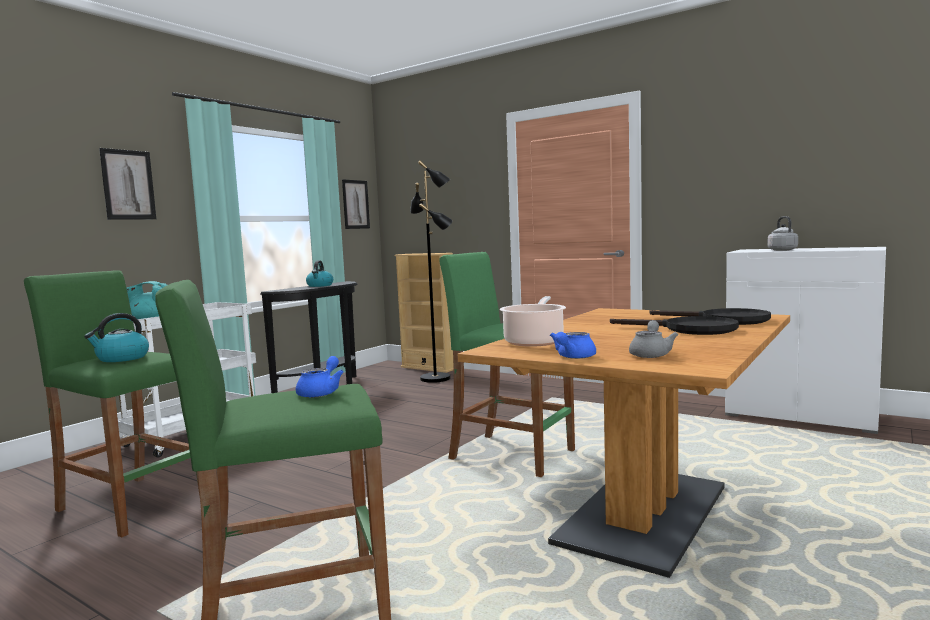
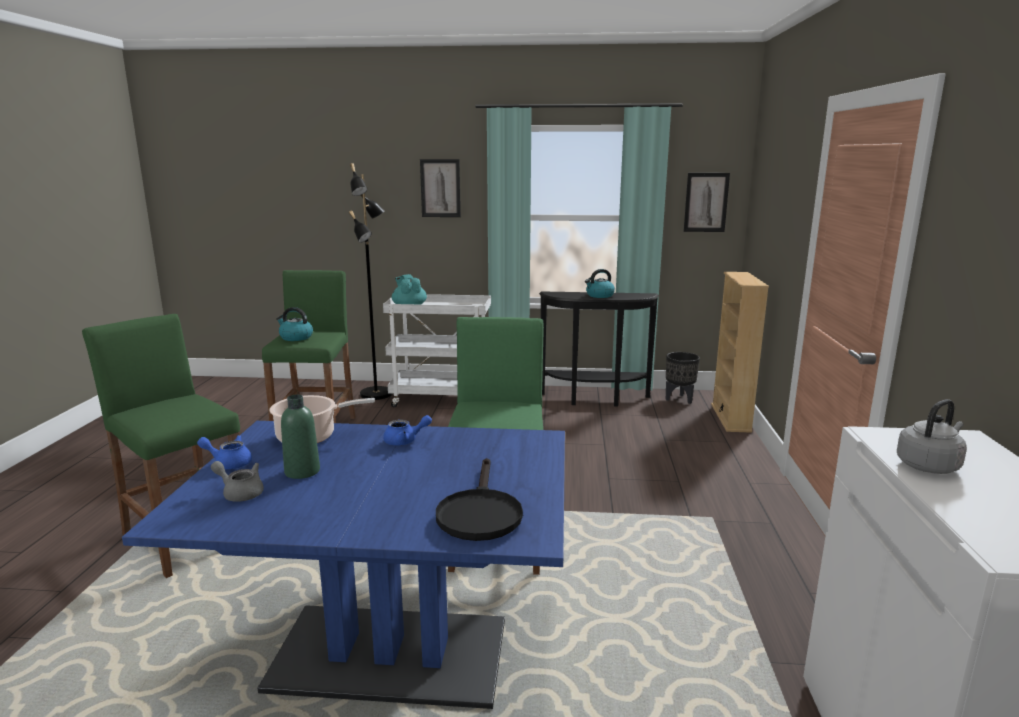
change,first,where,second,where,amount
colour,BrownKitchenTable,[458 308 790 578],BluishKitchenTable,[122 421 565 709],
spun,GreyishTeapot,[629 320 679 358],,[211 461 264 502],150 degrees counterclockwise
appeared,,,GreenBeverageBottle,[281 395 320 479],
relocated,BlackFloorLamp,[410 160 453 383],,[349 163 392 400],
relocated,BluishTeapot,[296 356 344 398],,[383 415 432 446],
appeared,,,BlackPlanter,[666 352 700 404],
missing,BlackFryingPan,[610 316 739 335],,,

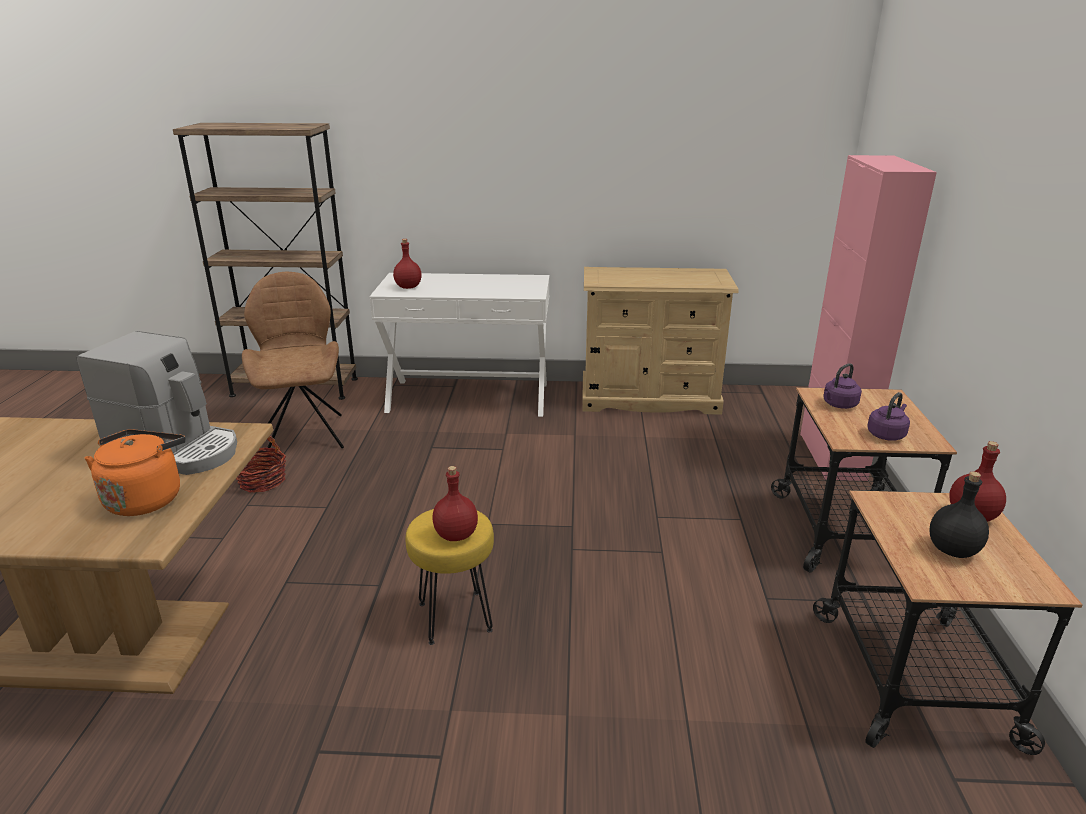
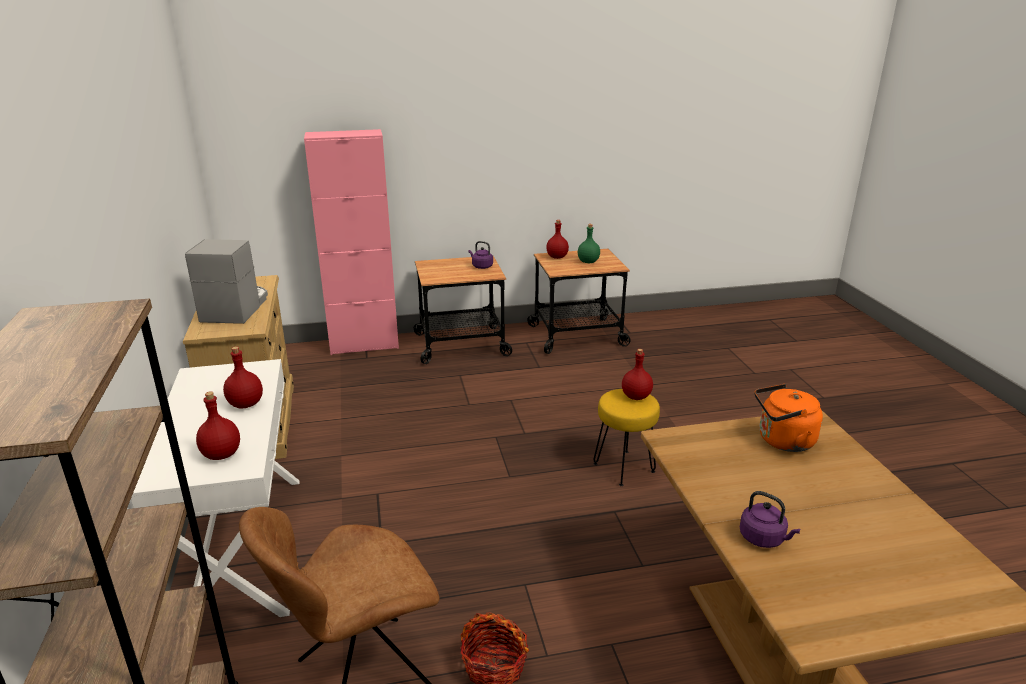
change,first,where,second,where,amount
relocated,CoffeeMaker,[76 331 237 475],,[185 239 268 324],
appeared,,,RedColouredBeverageBottle,[223 346 263 409],
colour,BlackBeverageBottle,[929 471 989 558],GreenBeverageBottle,[578 224 600 263],
relocated,PurplishTeaKettle,[823 363 862 409],,[740 491 800 548],

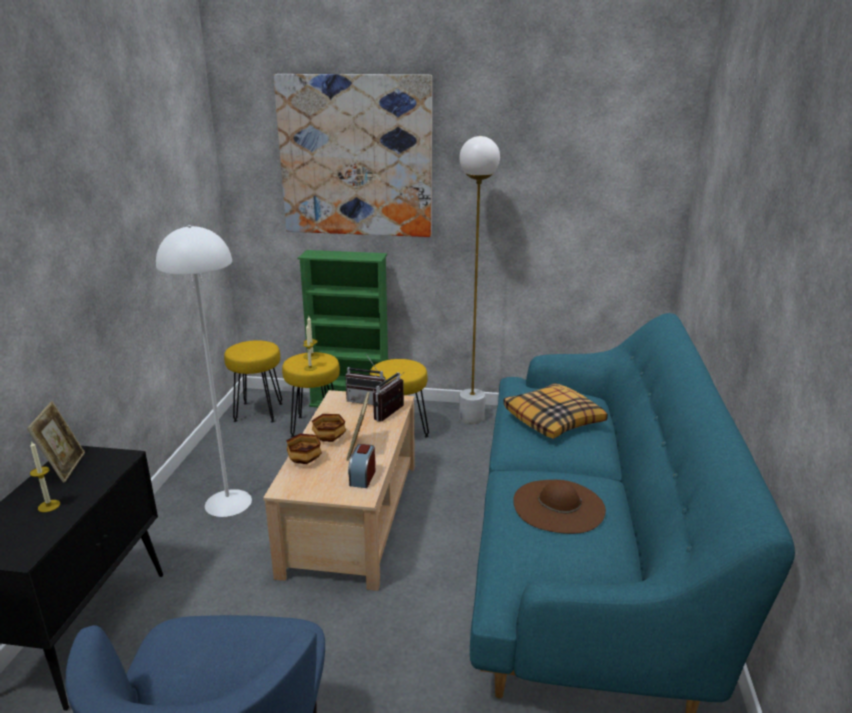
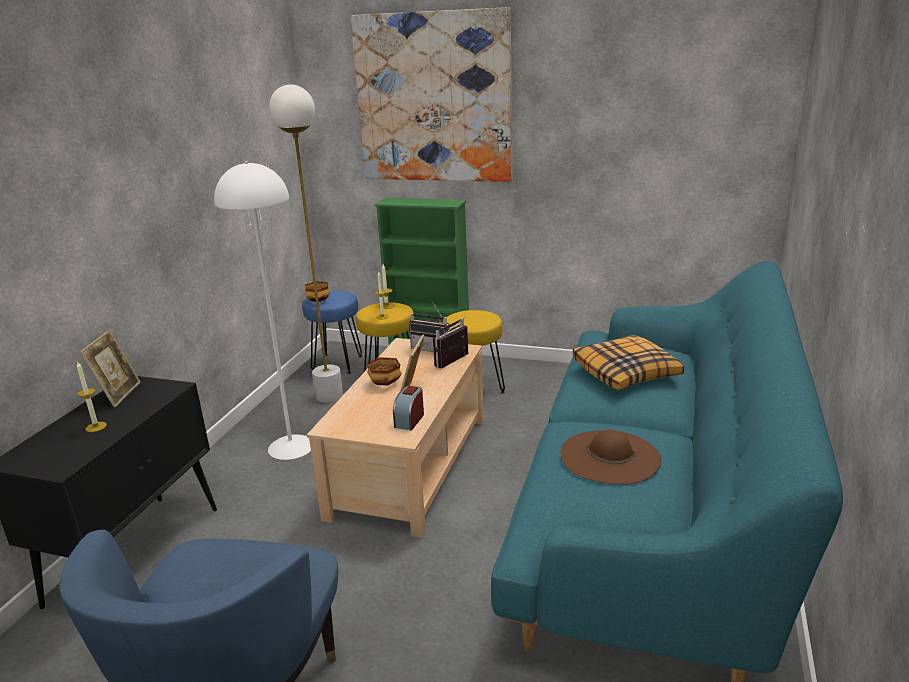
change,first,where,second,where,amount
relocated,WhiteFloorLamp,[459 136 500 424],,[269 84 343 403],
colour,YellowishStoolSeat,[224 340 283 422],BluishStoolSeat,[302 291 362 374],
relocated,ServingBowl,[286 434 322 464],,[305 281 330 302],

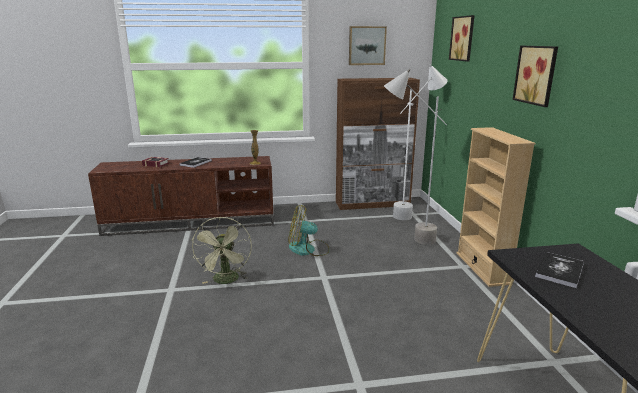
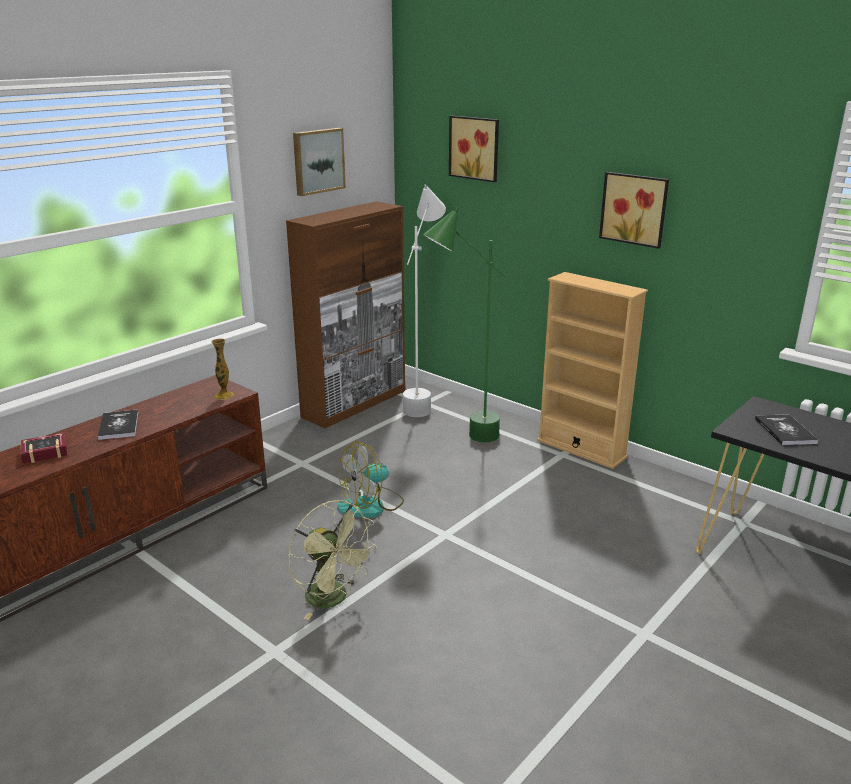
change,first,where,second,where,amount
colour,GreyishFloorLamp,[384 69 447 245],GreenFloorLamp,[423 208 505 442],

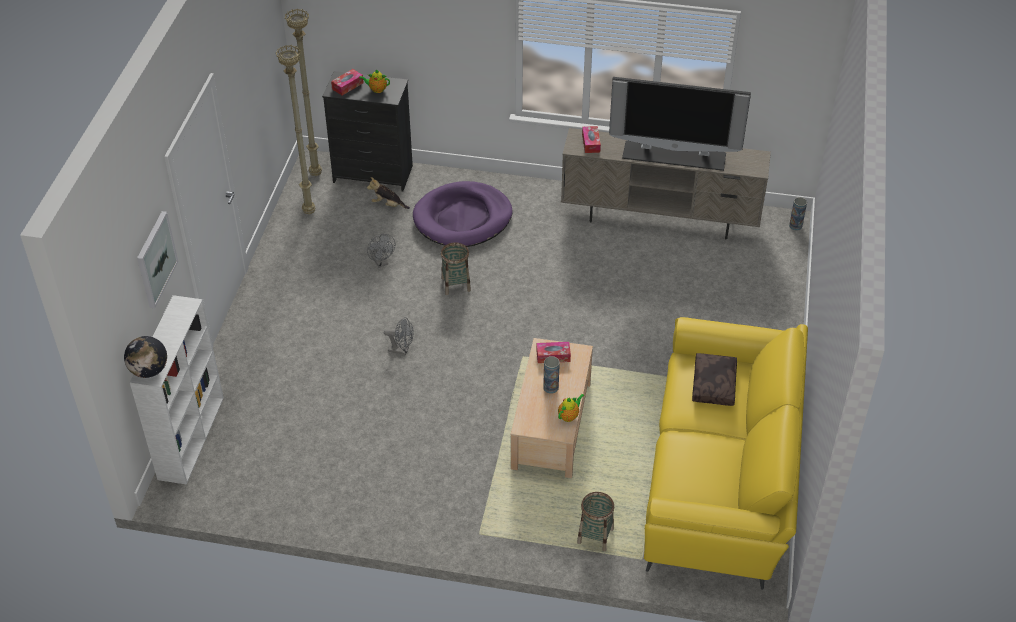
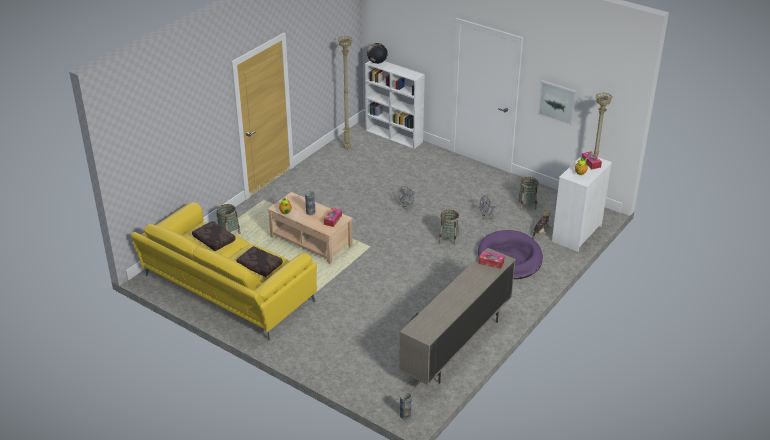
change,first,where,second,where,amount
appeared,,,BrownCushion,[192 221 236 251],
relocated,BeigeFloorLamp,[275 45 315 214],,[338 36 353 149],
appeared,,,Basket,[518 177 538 210],
relocated,WallPicture,[137 211 178 308],,[538 80 577 125],
colour,BlackDrawerChest,[322 71 413 192],WhiteDrawerChest,[552 156 612 252],
missing,Television,[609 77 751 171],,,

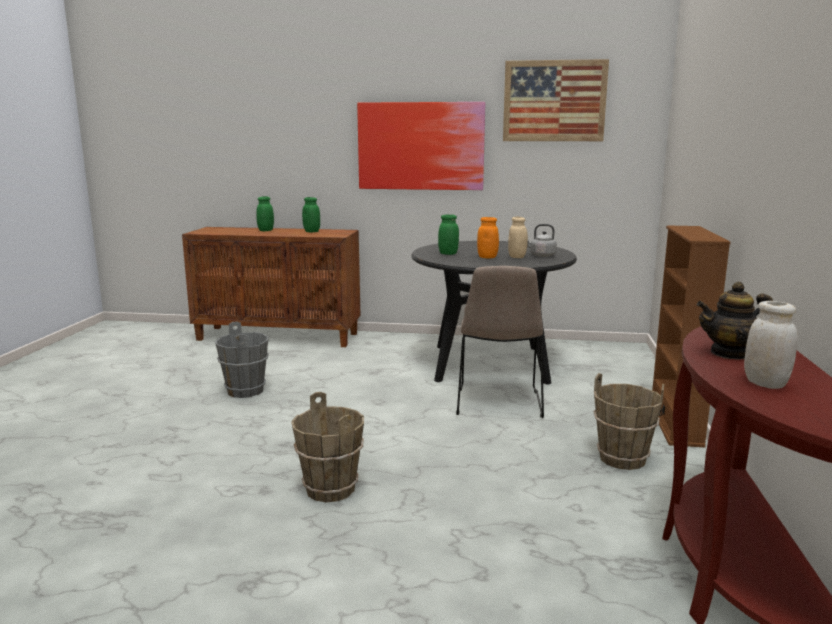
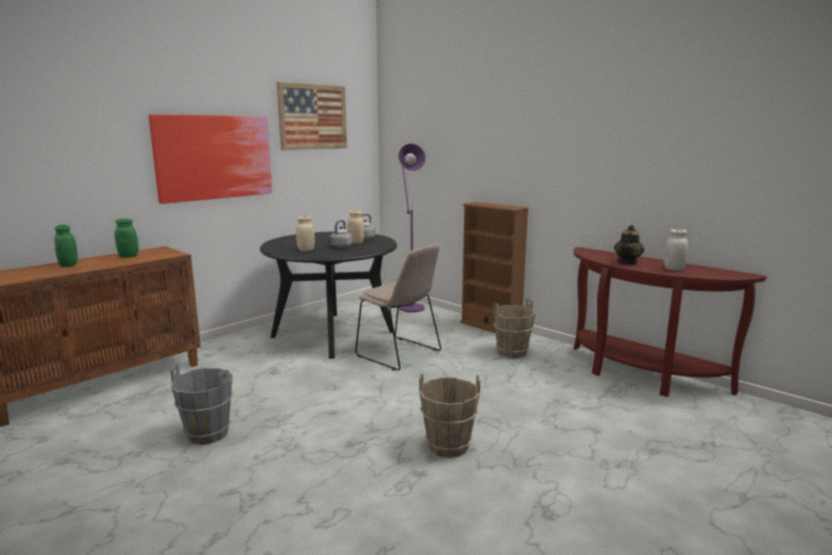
change,first,where,second,where,amount
colour,GreenJar,[438 215 459 255],BeigeJar,[296 216 315 251],
exchanged,OrangeColouredJar,[477 217 499 258],GreyishTeaKettle,[329 220 352 248],
appeared,,,PurplishFloorLamp,[398 144 425 313],

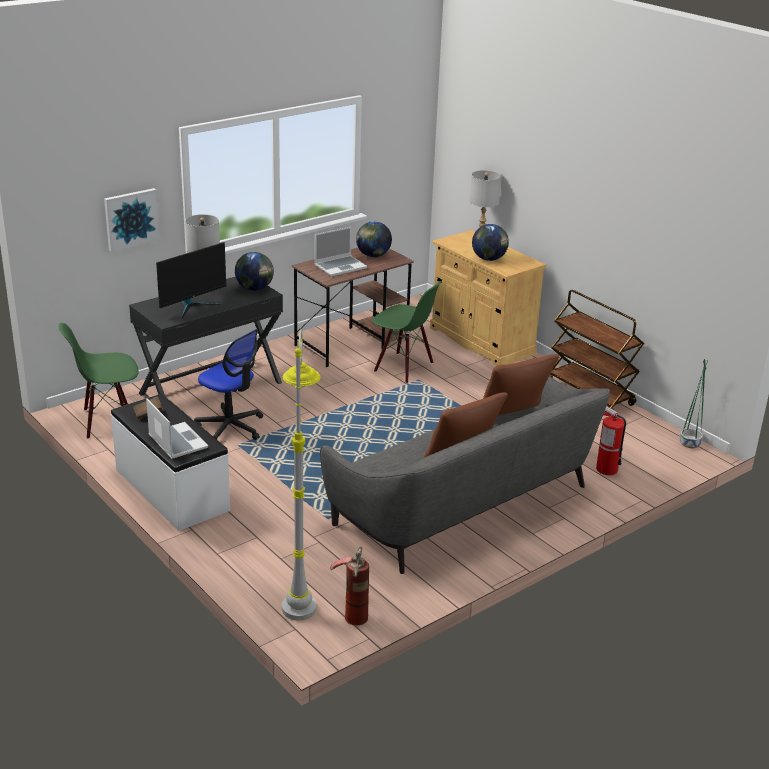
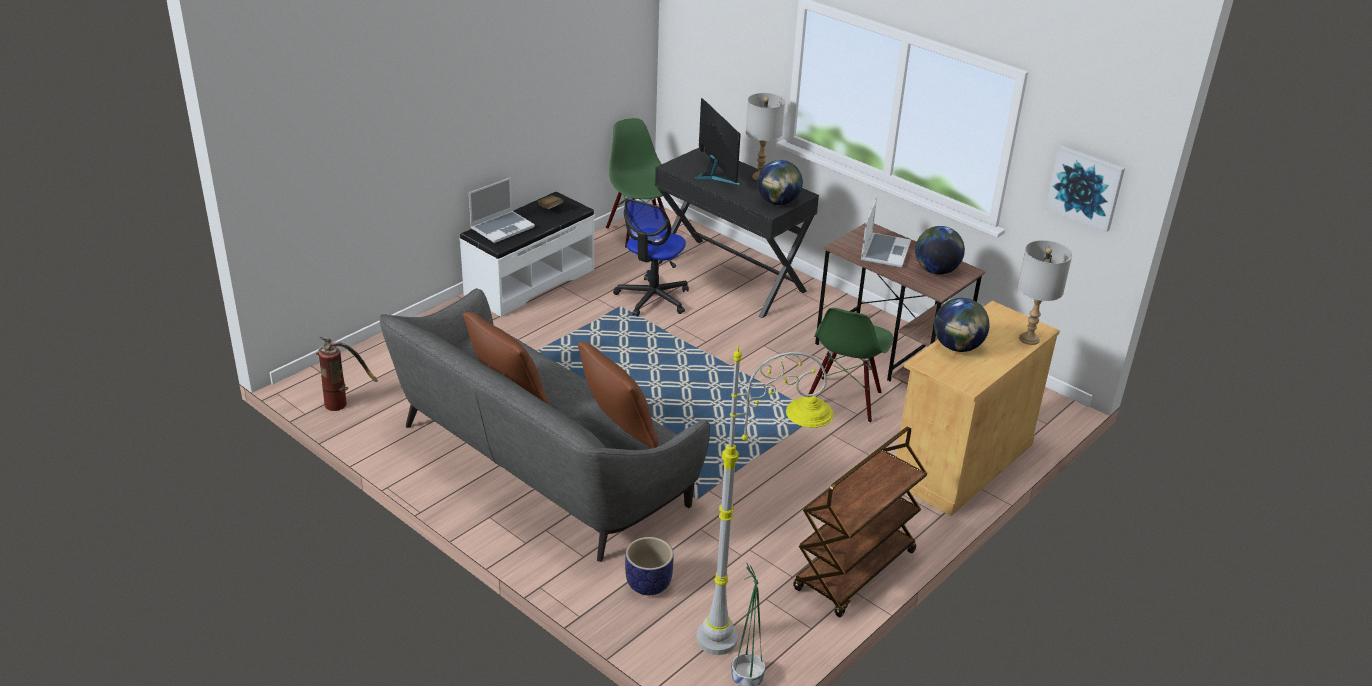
change,first,where,second,where,amount
exchanged,FireExtinguisher,[596 406 626 475],Planter,[625 537 674 595],
spun,Monitor,[156 242 227 318],,[695 98 741 185],150 degrees counterclockwise
relocated,GreyishFloorLamp,[282 330 321 621],,[696 344 834 655],
spun,NotebookComputer,[315 227 367 277],,[861 197 911 268],120 degrees counterclockwise
relocated,WallPicture,[104 188 160 252],,[1045 145 1125 232],

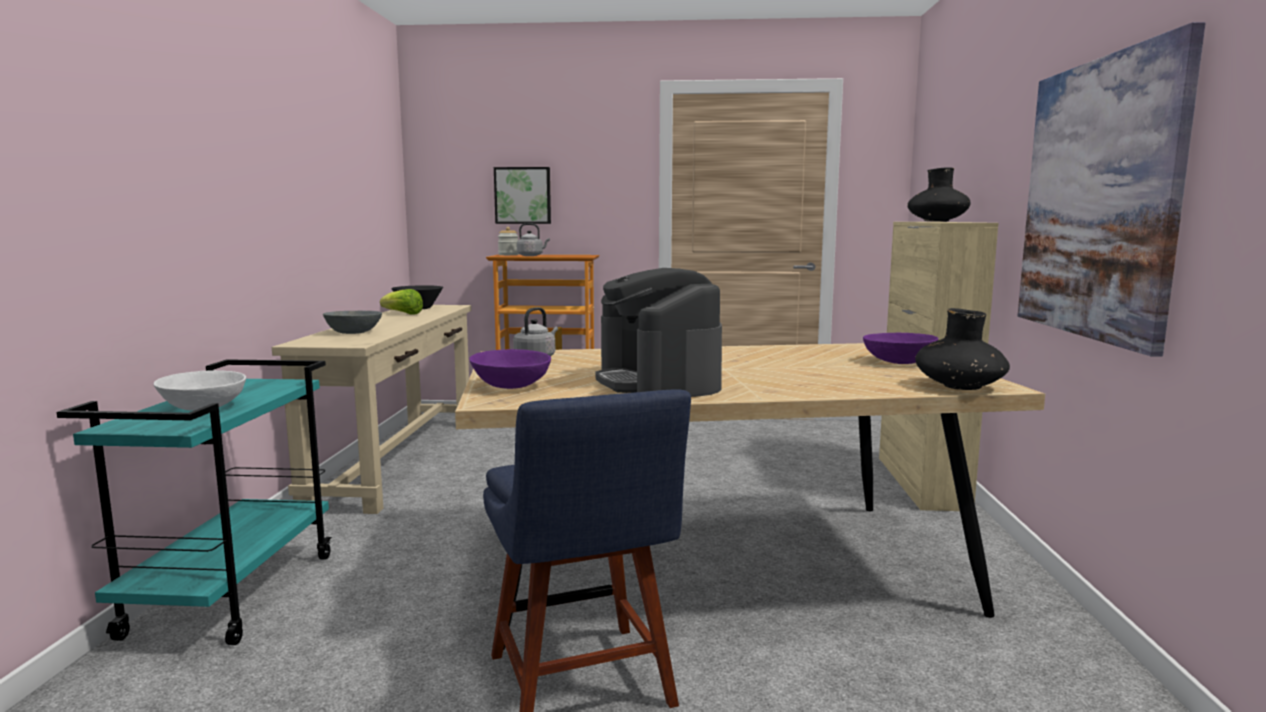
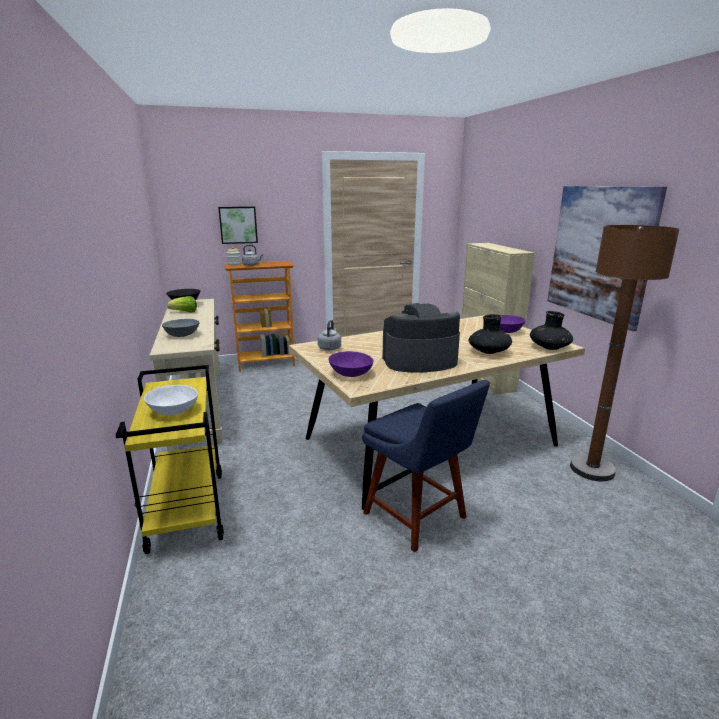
change,first,where,second,where,amount
colour,TurquoiseWheeledCart,[56 359 332 645],YellowishWheeledCart,[116 365 224 554],
spun,CoffeeMaker,[595 268 722 397],,[382 303 460 373],120 degrees clockwise
relocated,BlackDecorativeVase,[907 167 971 222],,[469 314 512 354],
appeared,,,BrownFloorLamp,[570 225 680 481],

